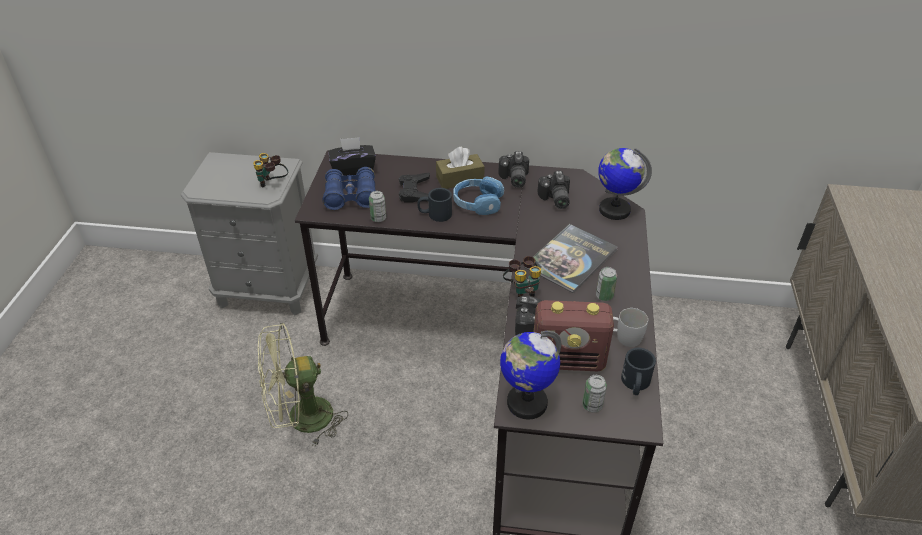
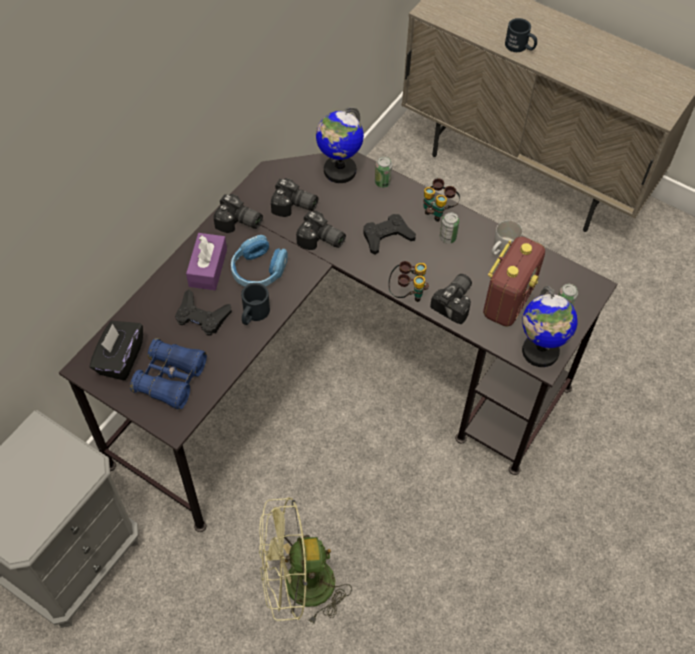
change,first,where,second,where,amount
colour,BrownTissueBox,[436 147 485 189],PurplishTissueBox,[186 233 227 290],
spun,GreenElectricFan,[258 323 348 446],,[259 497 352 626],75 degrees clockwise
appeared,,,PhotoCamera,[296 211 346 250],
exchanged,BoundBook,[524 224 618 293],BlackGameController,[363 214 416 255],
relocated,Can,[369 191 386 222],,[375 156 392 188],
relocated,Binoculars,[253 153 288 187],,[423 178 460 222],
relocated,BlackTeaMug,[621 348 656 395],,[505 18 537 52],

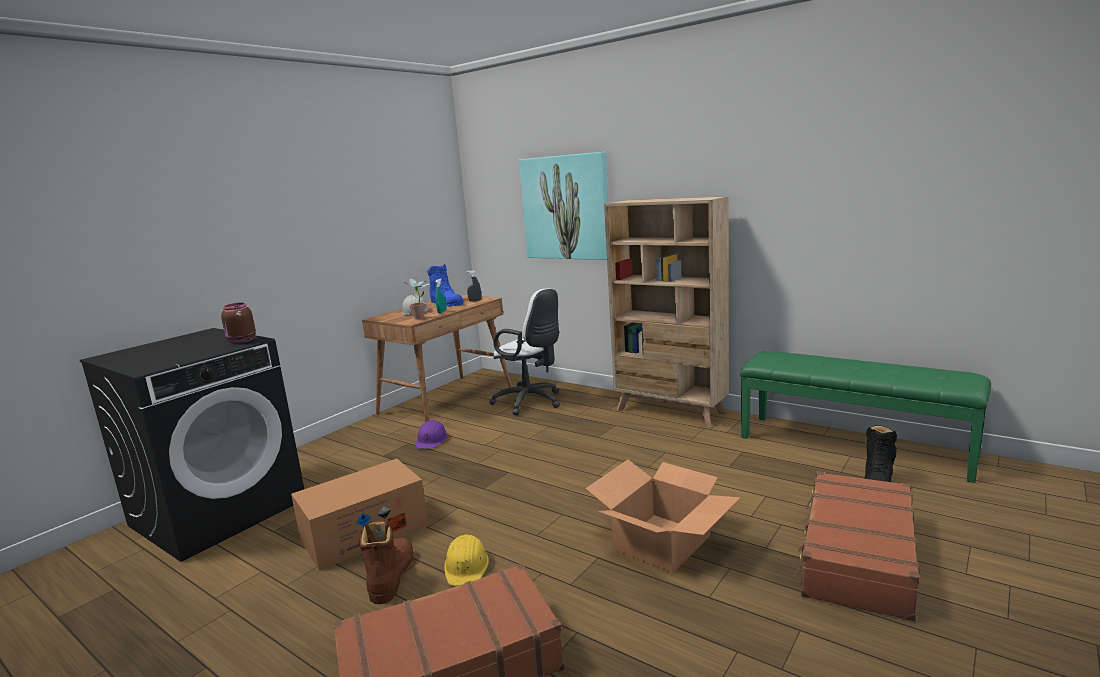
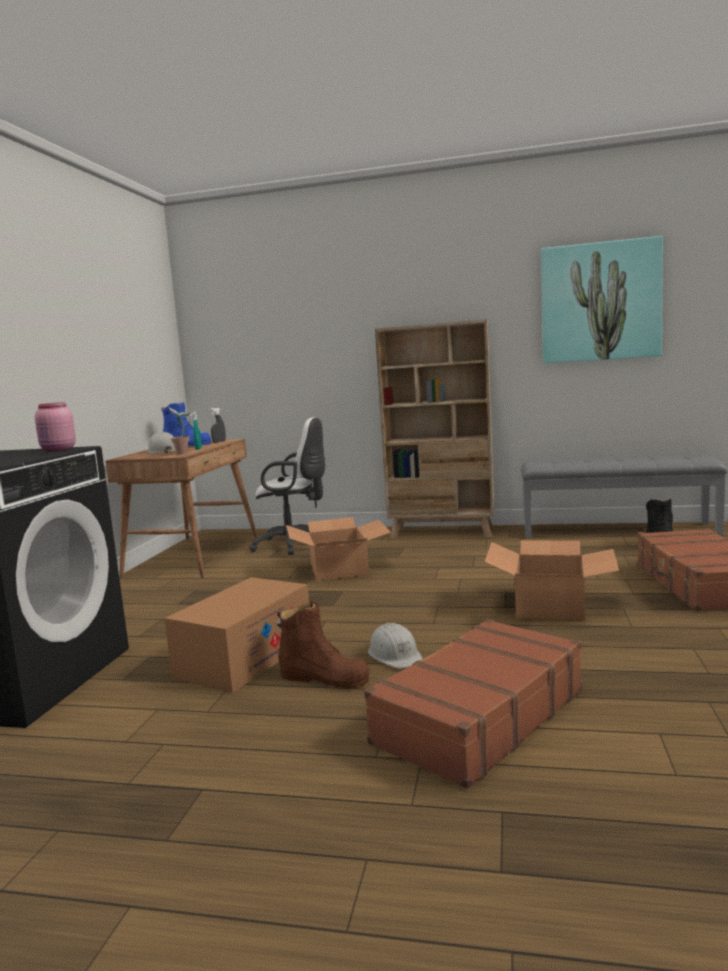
change,first,where,second,where,amount
colour,BrownJar,[221 303 256 344],PinkColouredJar,[35 402 76 451],
spun,BrownBoot,[359 521 413 604],,[277 601 370 689],135 degrees clockwise
appeared,,,Carton,[286 517 391 581],
colour,YellowishHardHat,[444 534 489 586],WhiteHardHat,[368 623 423 668],
colour,GreenIndoorBench,[740 351 991 483],GreyishIndoorBench,[521 454 727 539],
relocated,WallPicture,[519 152 608 260],,[541 236 663 363],
missing,PurplishHardHat,[416 420 448 449],,,

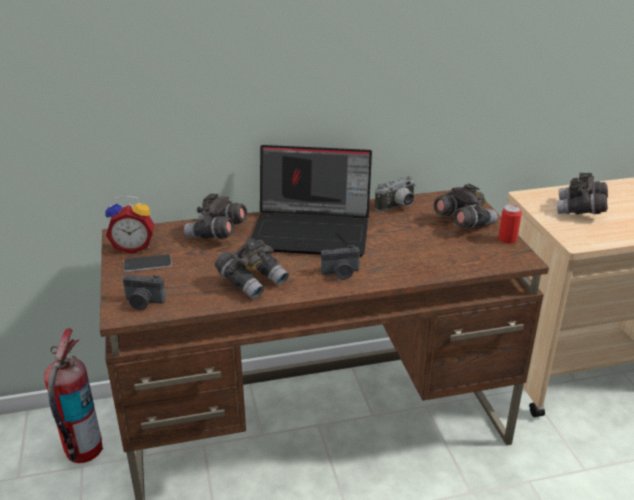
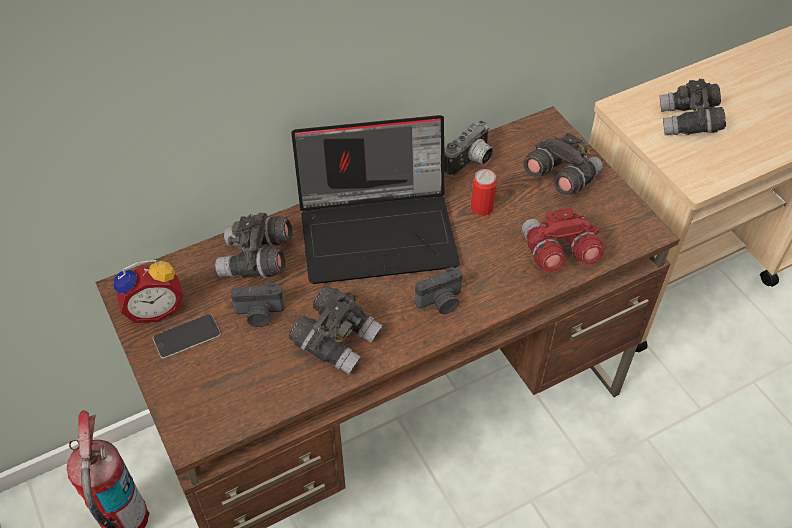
change,first,where,second,where,amount
relocated,PhotoCamera,[123 275 166 310],,[231 283 284 327],
relocated,Can,[498 204 522 244],,[470 169 497 216],
appeared,,,RedColouredBinoculars,[522 207 604 272],

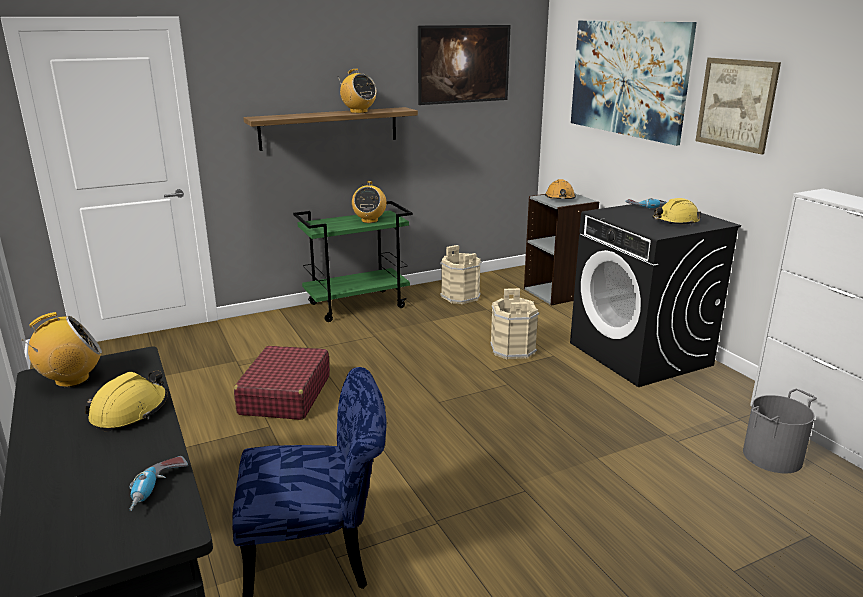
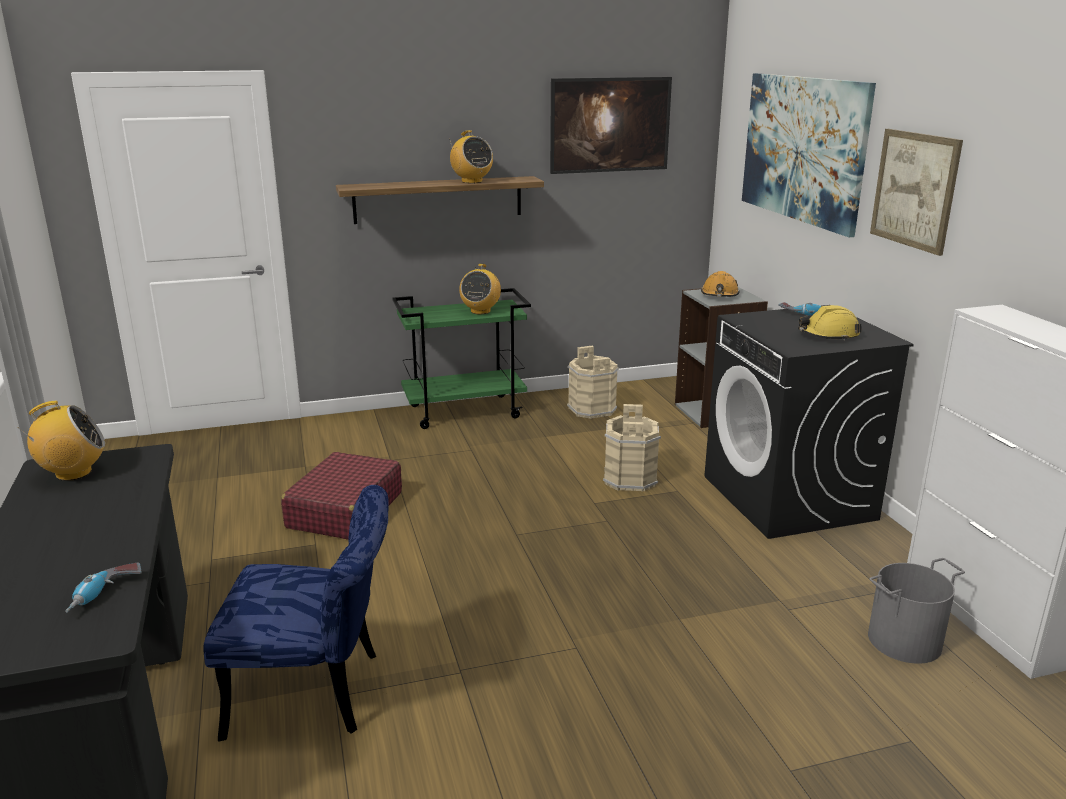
change,first,where,second,where,amount
missing,YellowishHardHat,[85 371 168 432],,,

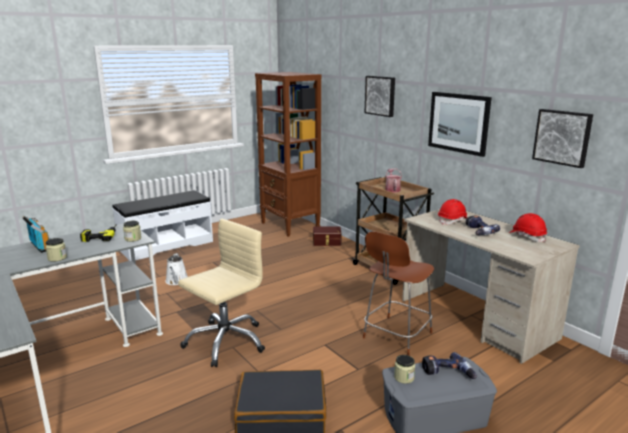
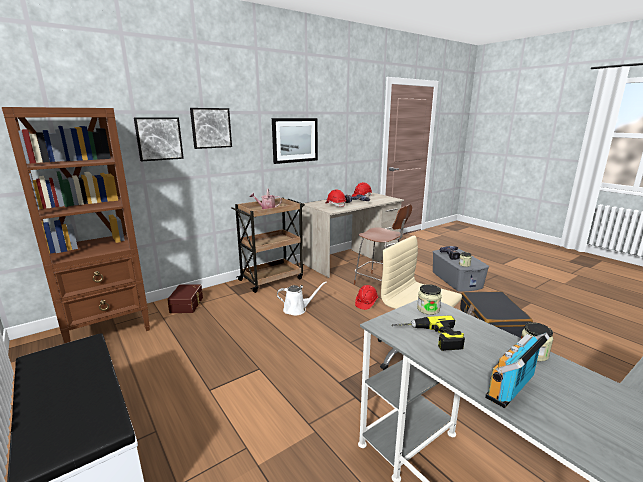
change,first,where,second,where,amount
relocated,WallPicture,[532 109 593 168],,[134 117 184 161],
relocated,WhiteWateringPot,[165 253 188 285],,[277 282 327 316],
appeared,,,RedColouredHardHat,[355 285 378 310],

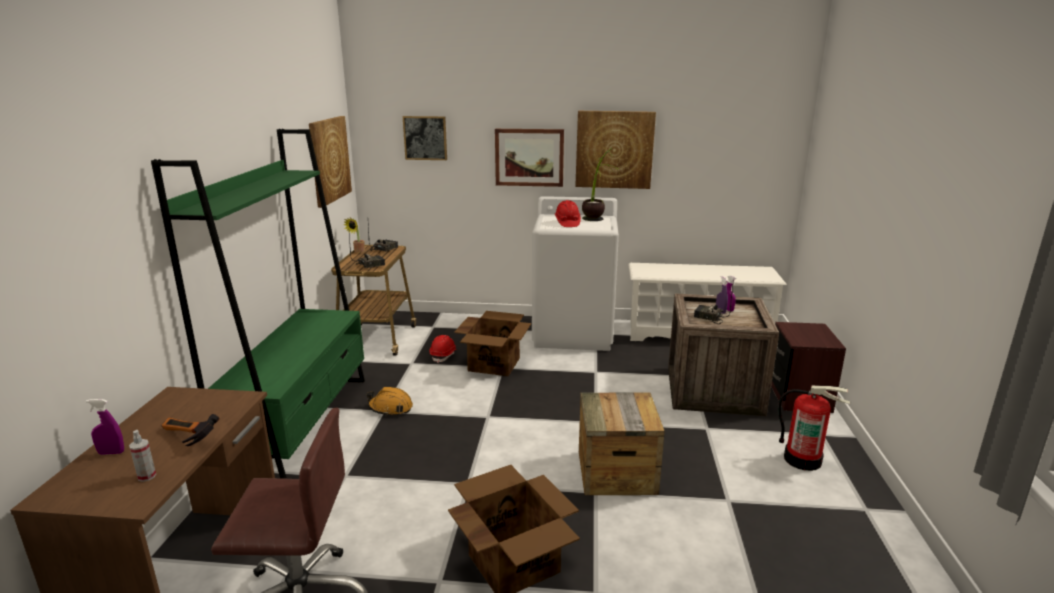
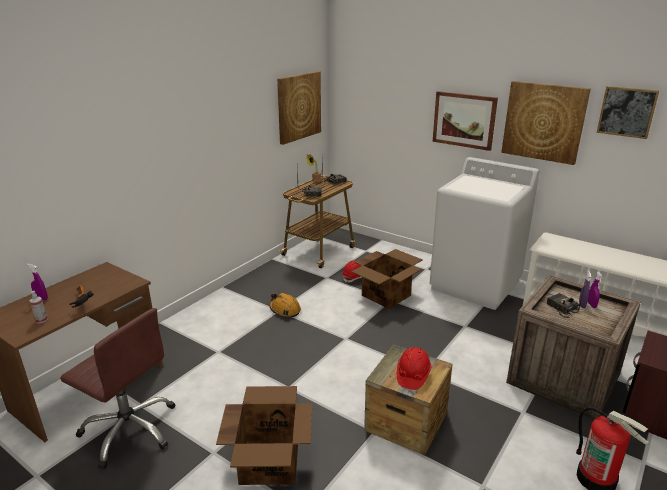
change,first,where,second,where,amount
relocated,RedColouredHardHat,[555 200 581 227],,[397 347 432 390],
relocated,WallPicture,[403 116 447 160],,[597 86 659 139],
missing,GreenBookcase,[151 129 365 479],,,
missing,Houseplant,[582 148 620 221],,,

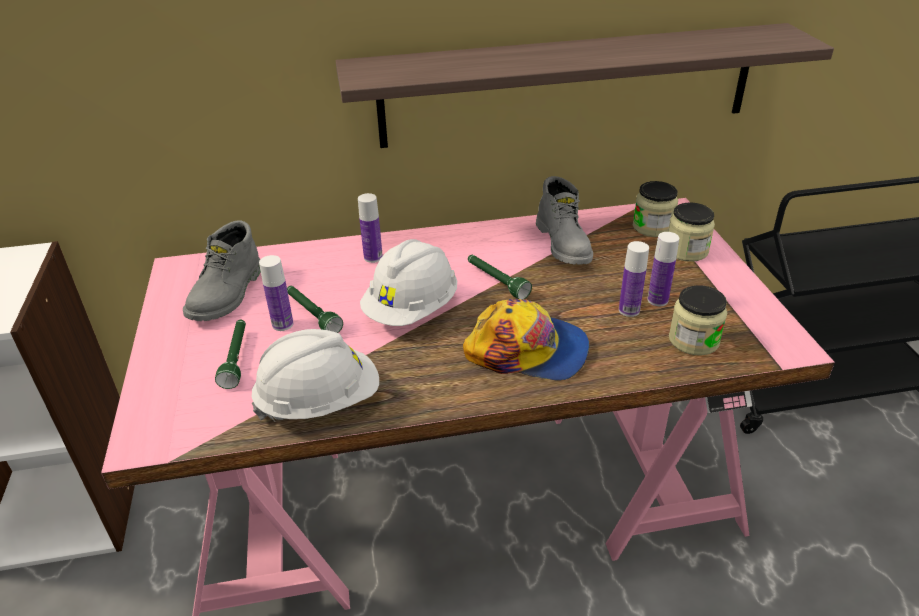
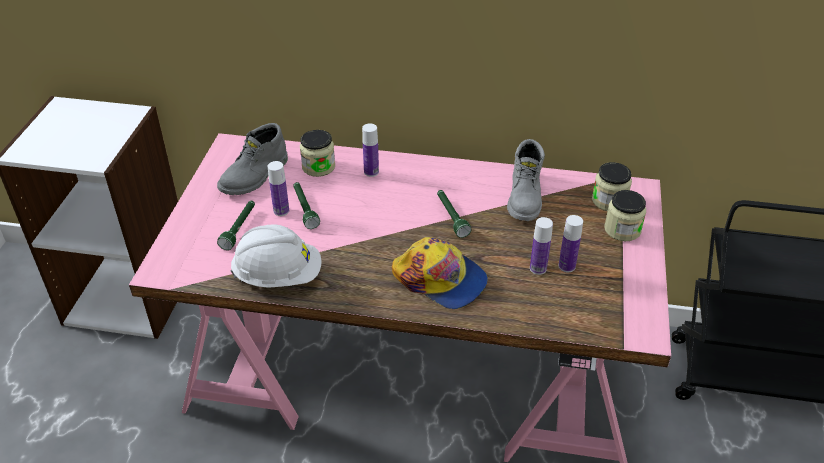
change,first,where,second,where,amount
relocated,Jar,[669 285 727 356],,[300 130 335 177],
missing,Shelf,[336 23 834 148],,,
missing,WhiteHardHat,[360 239 457 326],,,

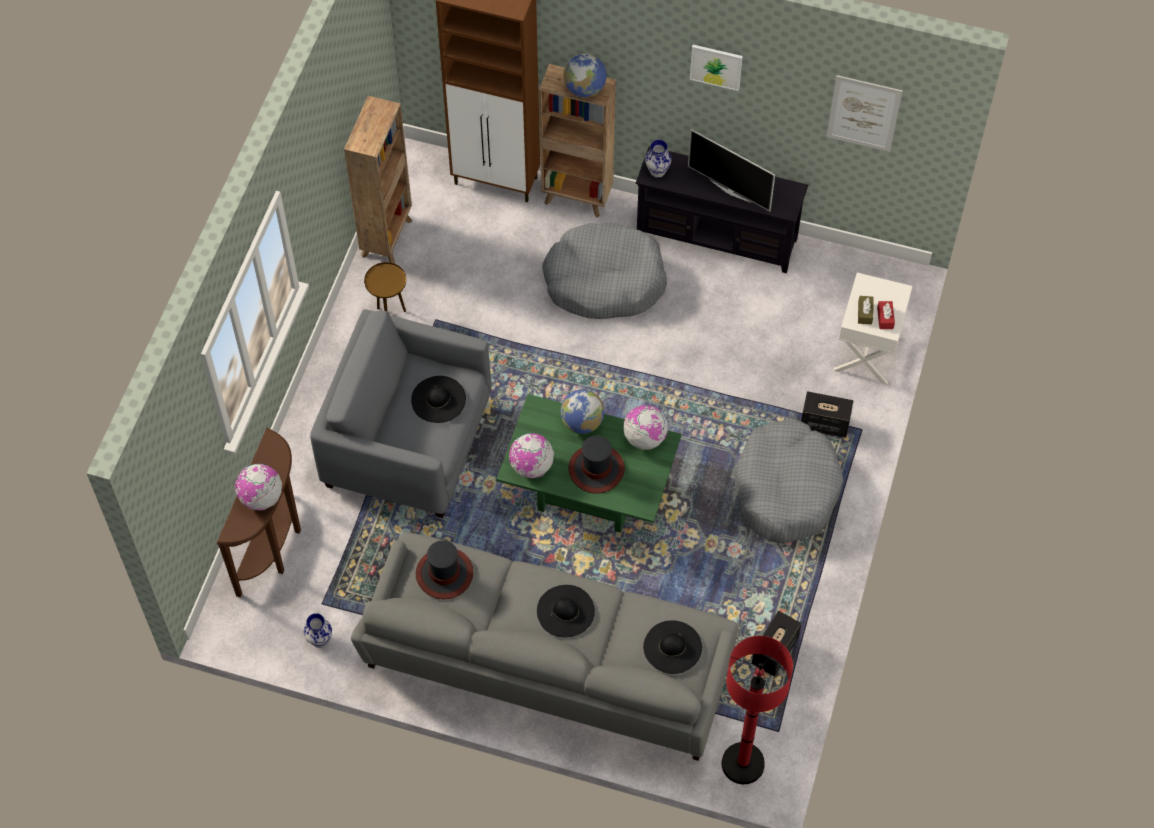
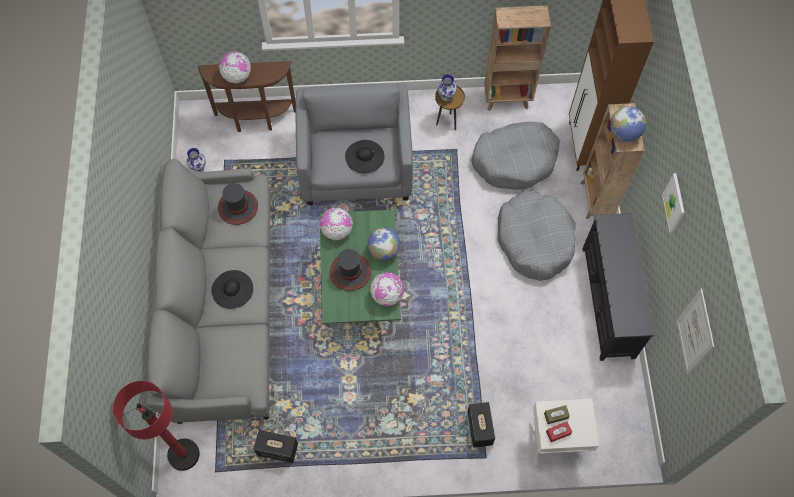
change,first,where,second,where,amount
relocated,DecorativeVase,[645 140 672 178],,[438 74 457 101],
relocated,GreyishDogBed,[734 418 843 543],,[471 122 560 189],
missing,BlackClothingHat,[643 620 702 674],,,
missing,Television,[688 129 775 211],,,

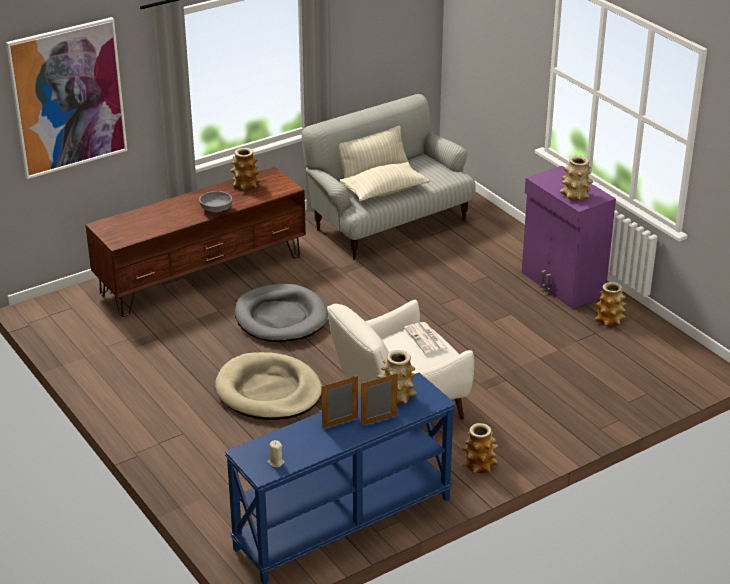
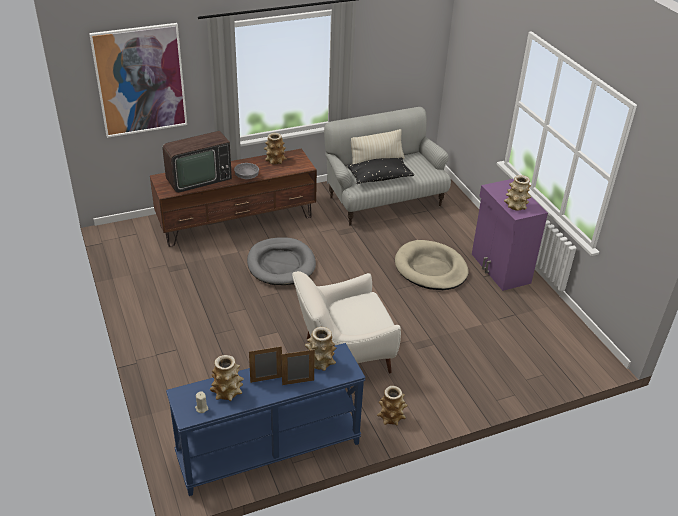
change,first,where,second,where,amount
appeared,,,Television,[162 131 232 193],
relocated,DecorativeVase,[594 282 626 326],,[210 355 244 401],
colour,BeigeCushion,[340 162 430 201],BlackCushion,[347 157 414 184],
relocated,BeigeDogBed,[215 352 322 420],,[395 240 469 290],
missing,PrintedPaper,[404 322 448 354],,,

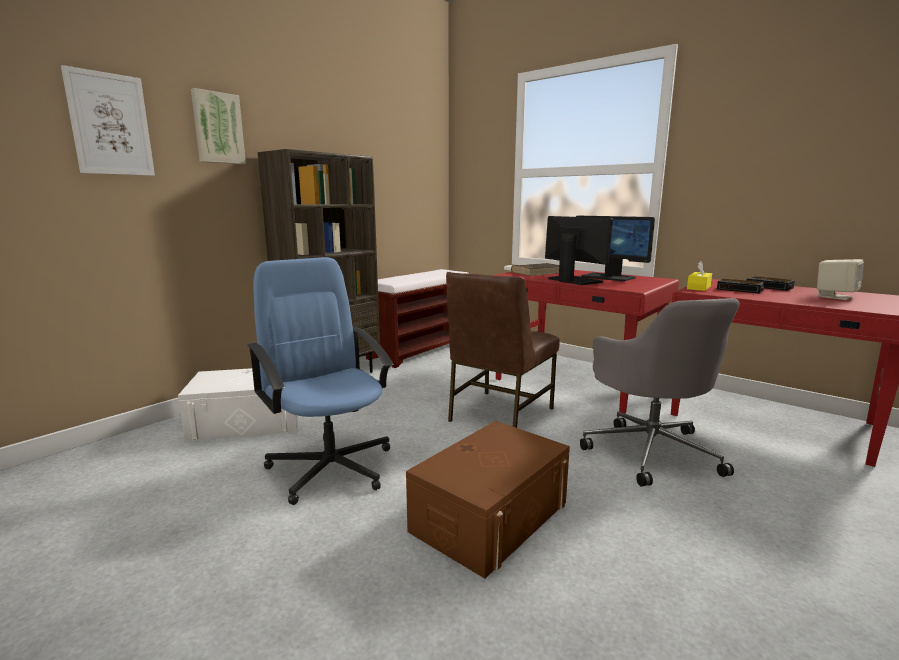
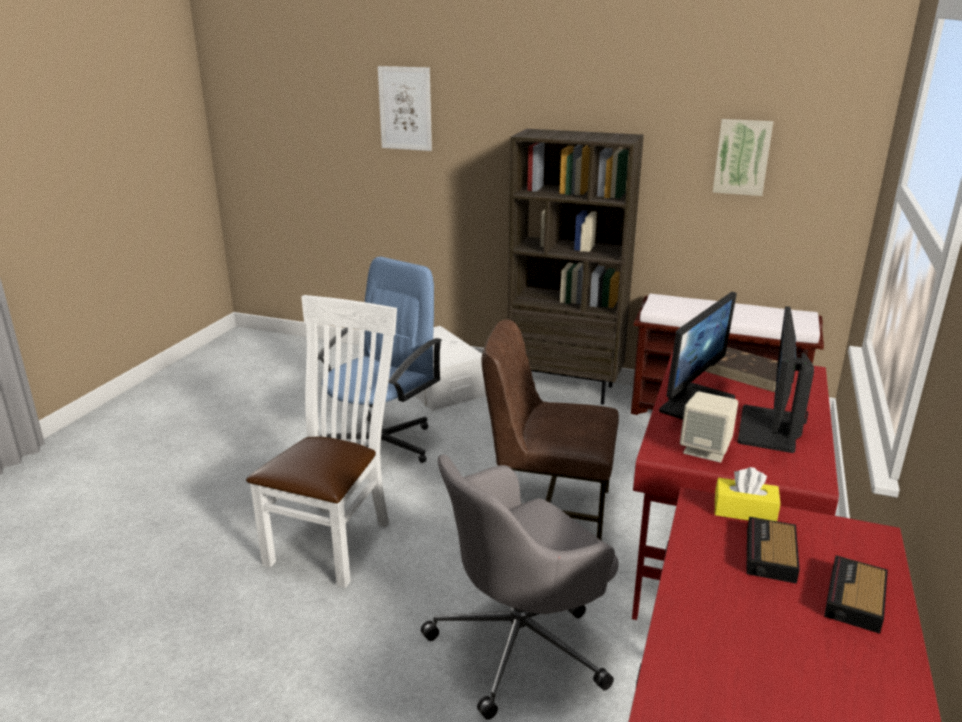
change,first,where,second,where,amount
exchanged,BrownStorageContainer,[406 421 570 579],WhiteUprightChair,[246 295 397 588],
relocated,BeigeSpeaker,[817 259 864 300],,[680 391 738 463],
relocated,WallPicture,[191 88 246 164],,[713 119 773 196],

